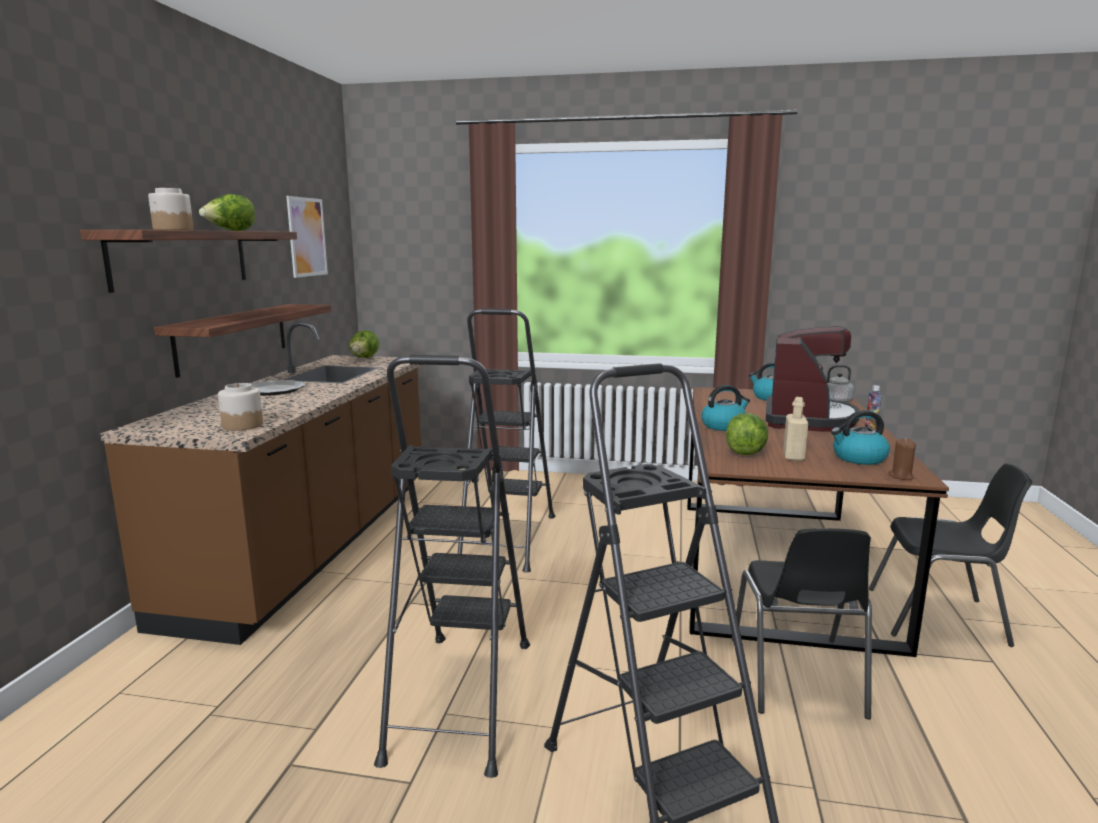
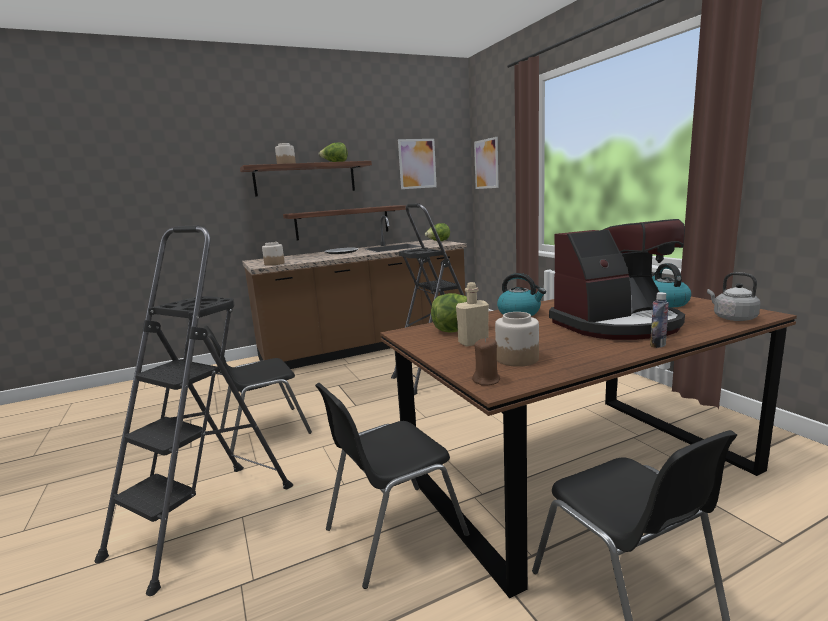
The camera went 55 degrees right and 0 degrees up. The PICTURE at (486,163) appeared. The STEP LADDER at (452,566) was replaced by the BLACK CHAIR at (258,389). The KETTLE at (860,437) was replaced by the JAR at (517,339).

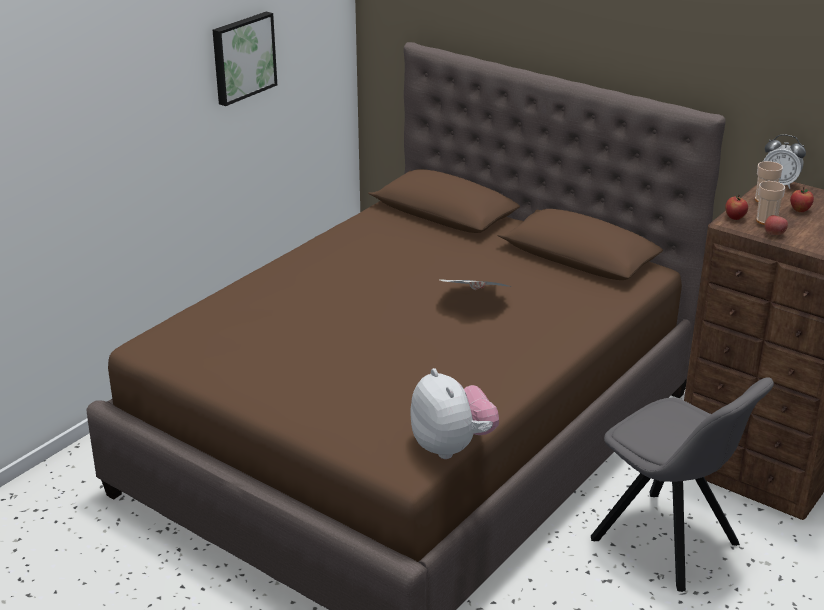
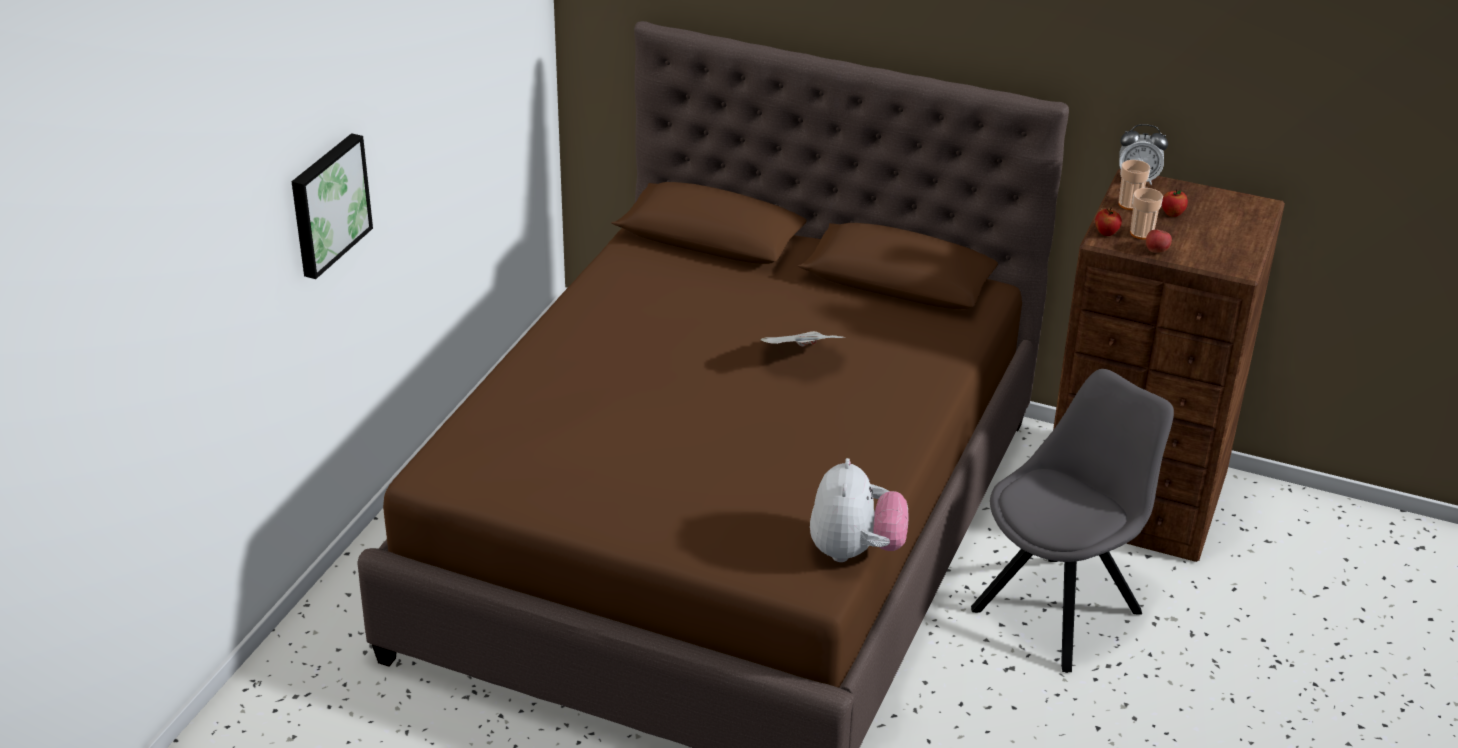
The camera went 15 degrees left and 5 degrees up. The PICTURE moved from (245,59) to (332,206). The PLUSH TOY at (454,413) turned 45 degrees clockwise. The GREY CHAIR at (682,484) turned 75 degrees counterclockwise.

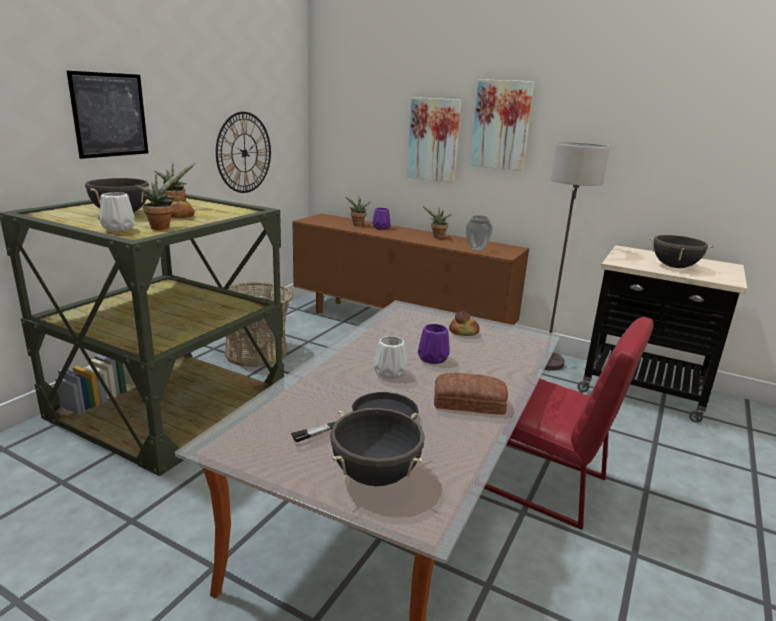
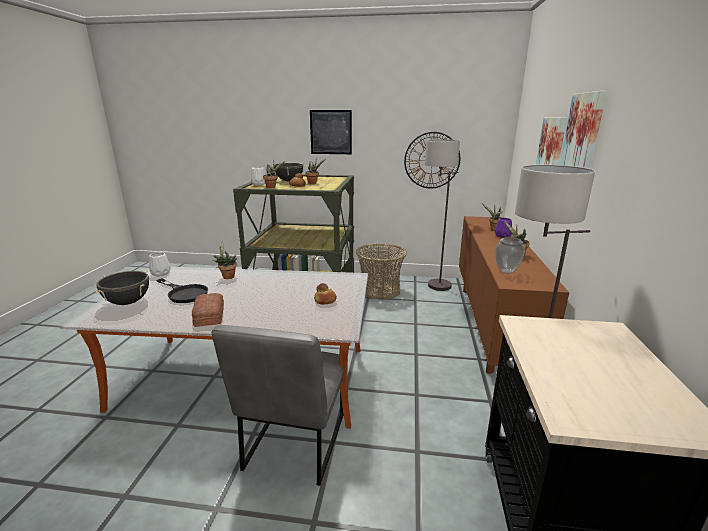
The camera went 70 degrees right and 0 degrees up. The PURPLE VASE at (434,344) disappeared. The BLACK COOKING POT at (681,251) disappeared. The POTTED PLANT at (225,260) appeared. The GREY FLOOR LAMP at (442,215) appeared. The WHITE VASE moved from (390,357) to (160,264). The RED CHAIR at (568,423) became the GREY CHAIR at (277,405).

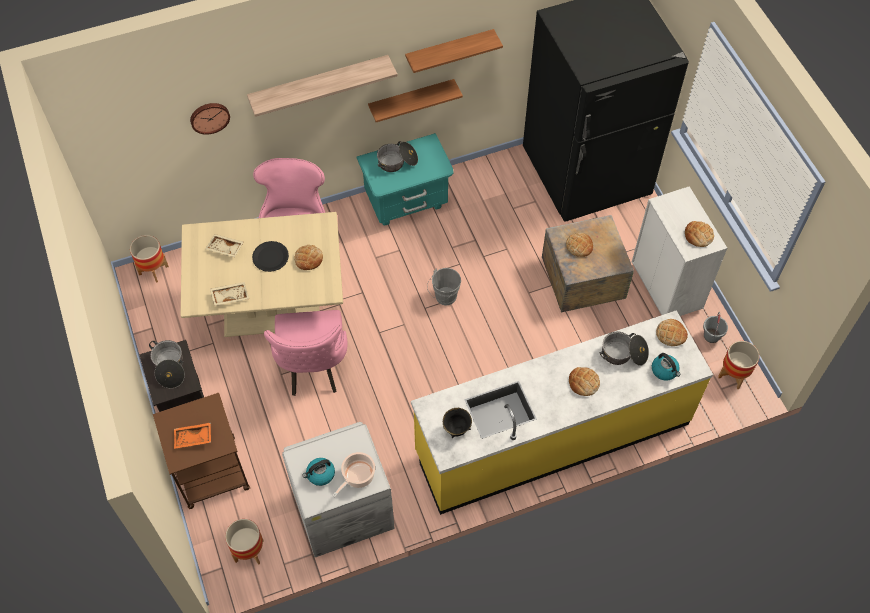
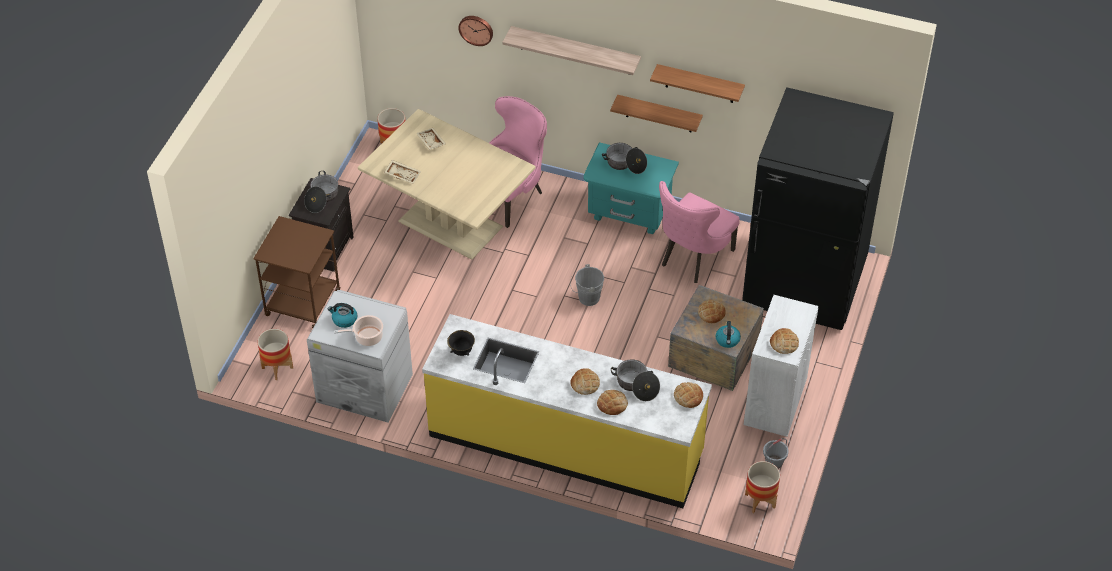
The camera went 40 degrees right and 10 degrees down. The ORANGE TRAY at (192,436) disappeared. The BLACK PLATE at (270,256) disappeared. The PINK CHAIR moved from (306,353) to (699,232). The BREAD moved from (308,257) to (612,402). The KETTLE moved from (666,366) to (728,334).

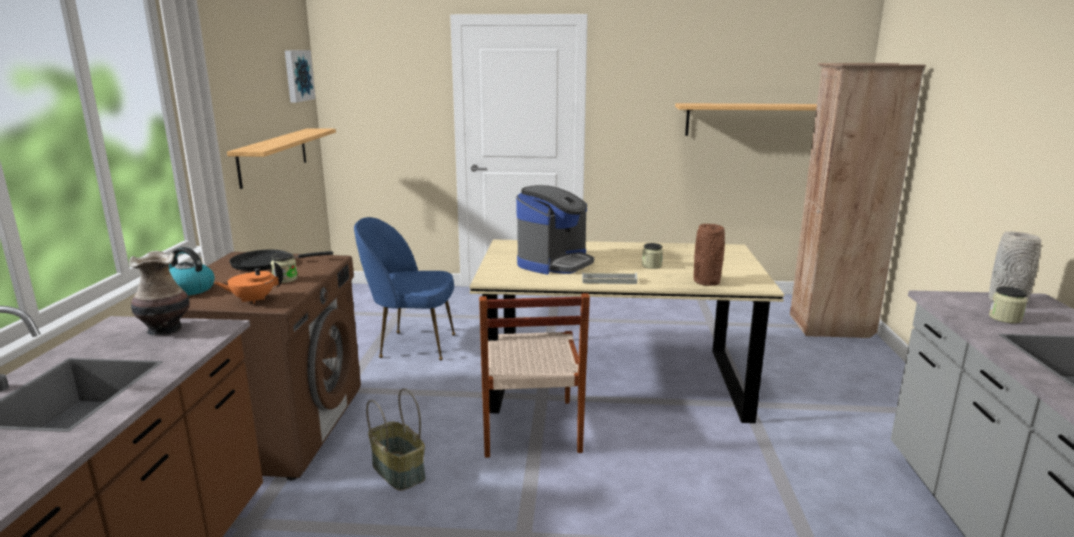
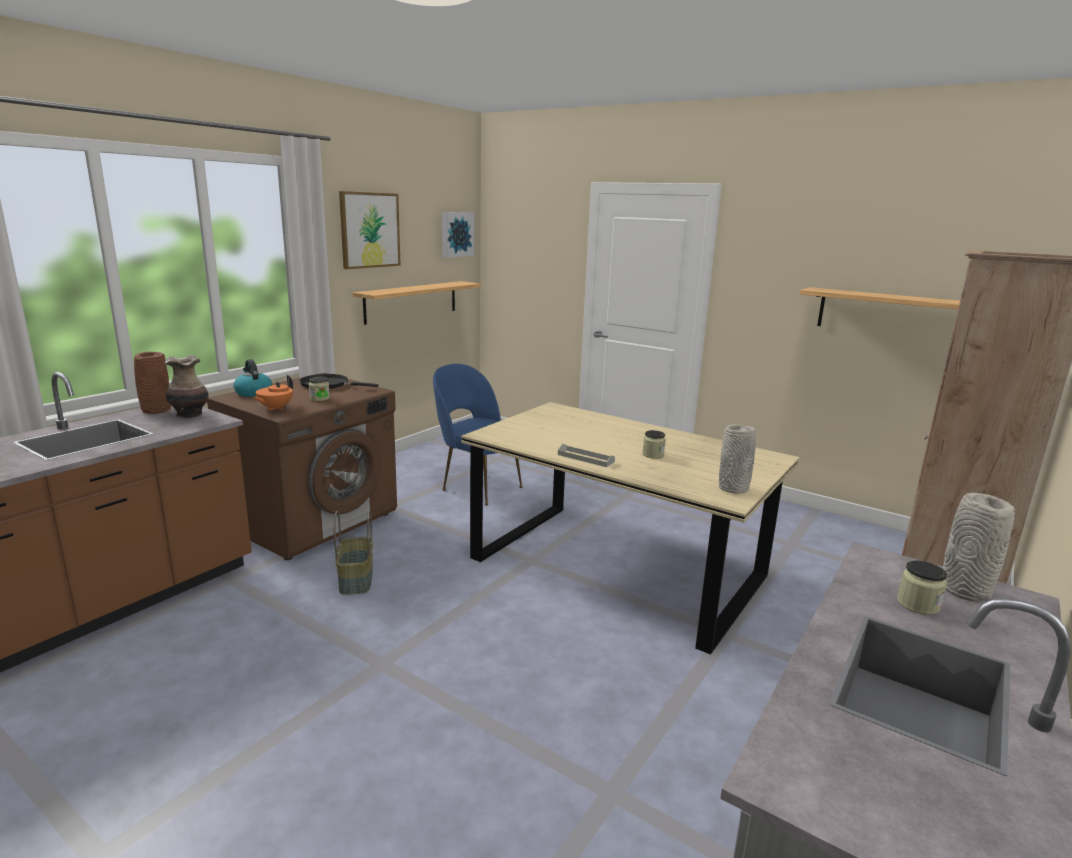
The camera went 30 degrees right and 0 degrees up. The CHAIR at (534,375) disappeared. The COFFEE MACHINE at (555,230) disappeared. The PICTURE at (370,230) appeared. The GREY VASE at (737,459) appeared. The BROWN VASE moved from (709,255) to (152,383). The ORANGE TEAPOT at (248,283) turned 75 degrees counterclockwise.

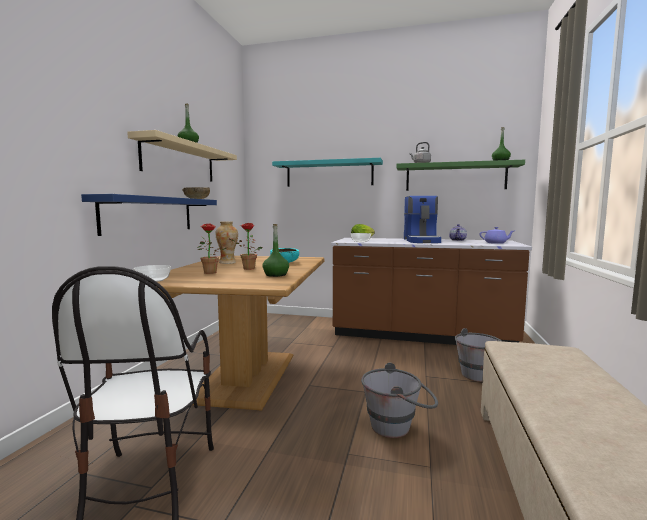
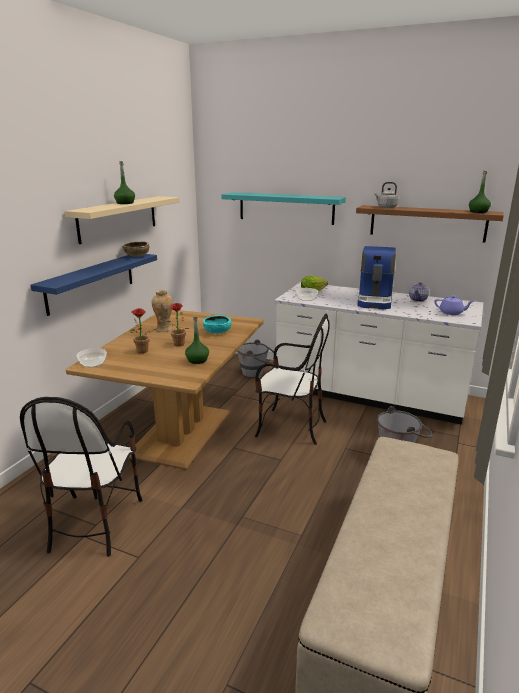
The camera went 10 degrees right and 15 degrees up. The CHAIR at (292,379) appeared. The GREY BUCKET moved from (399,400) to (255,358). The BROWN COUNTER at (431,291) became the WHITE COUNTER at (378,353). The GREEN SHELF at (461,175) became the BROWN SHELF at (430,224).

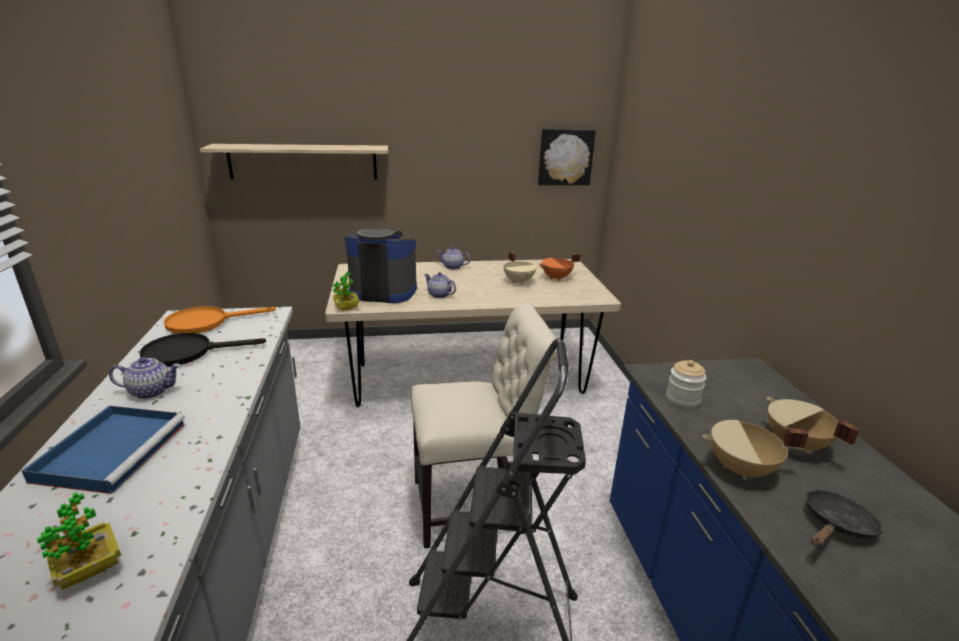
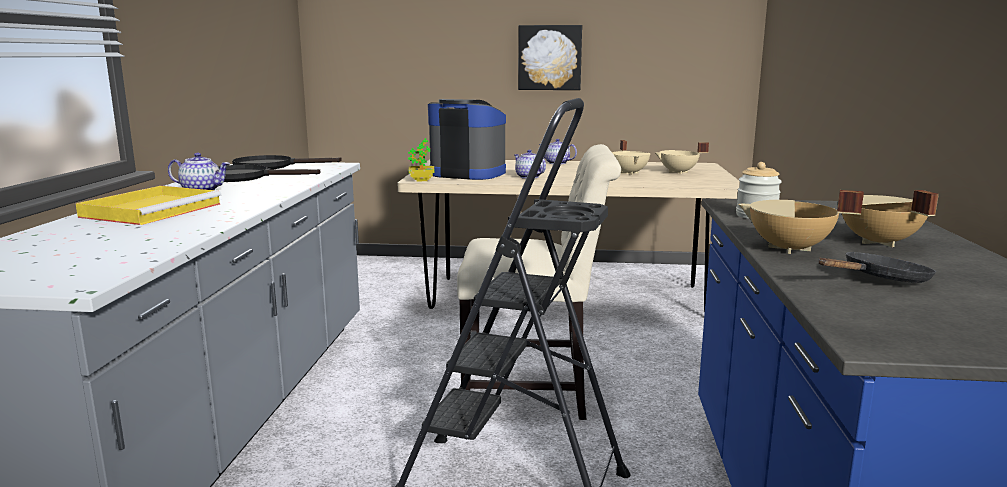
The camera went 15 degrees right and 10 degrees down. The POTTED PLANT at (79,541) disappeared. The SHELF at (294,162) disappeared. The PICTURE moved from (567,157) to (550,57). The BLUE TRAY at (103,450) became the YELLOW TRAY at (149,205). The ORANGE FRYING PAN at (220,320) became the BLACK FRYING PAN at (287,162). The ORANGE COOKING POT at (560,267) became the BEIGE COOKING POT at (682,158).

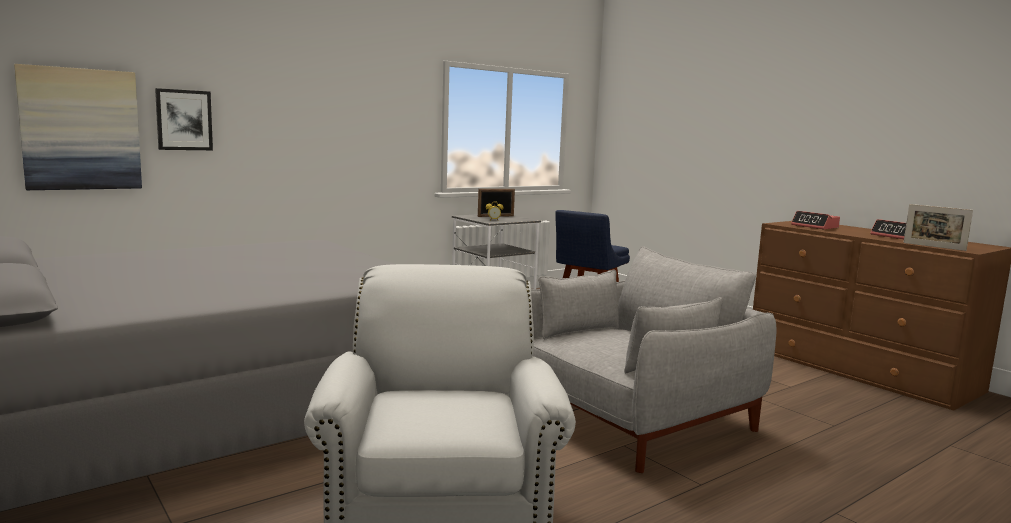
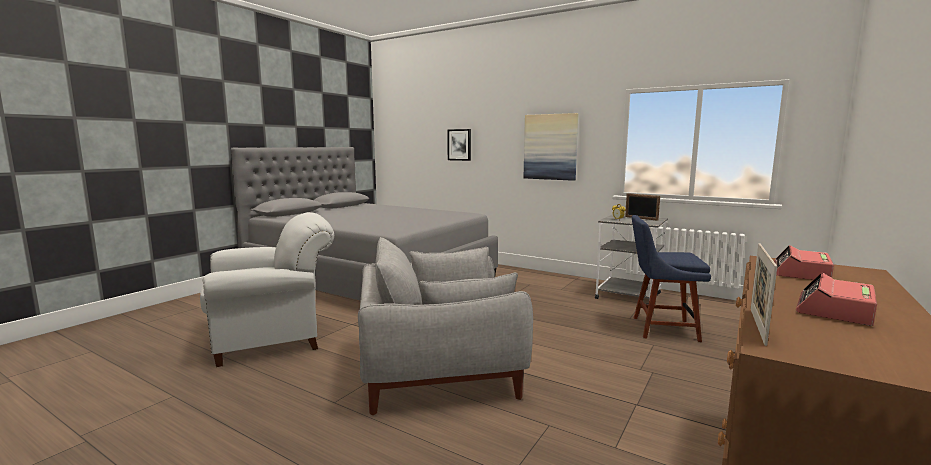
The camera went 70 degrees right and 0 degrees up. The PICTURE moved from (78,127) to (551,147). The GREY ARMCHAIR at (653,359) turned 135 degrees clockwise.

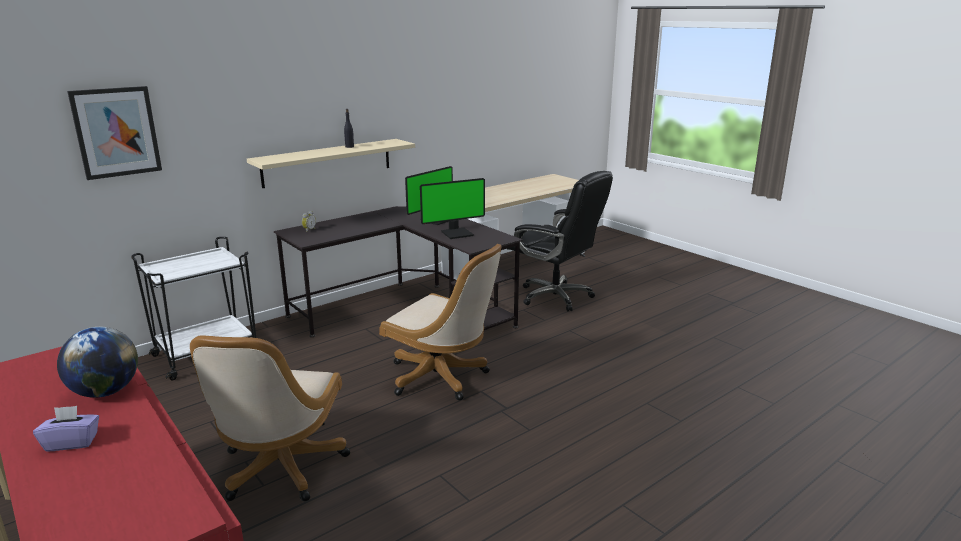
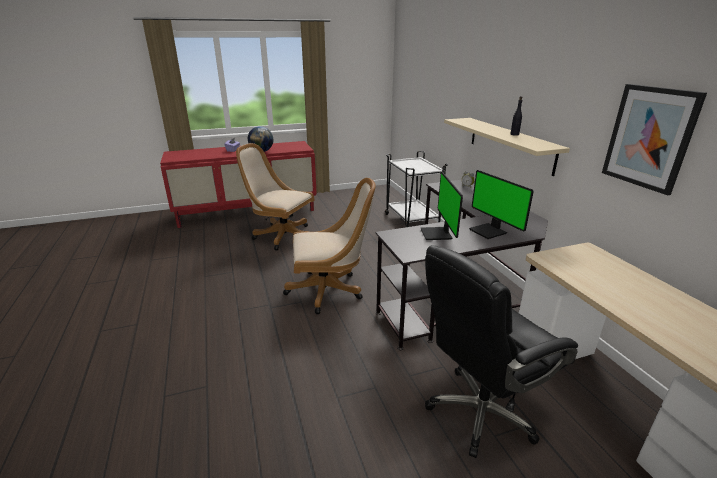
The camera went 110 degrees right and 5 degrees up. The PICTURE moved from (114,133) to (654,139). The OFFICE CHAIR at (440,322) turned 150 degrees counterclockwise.

